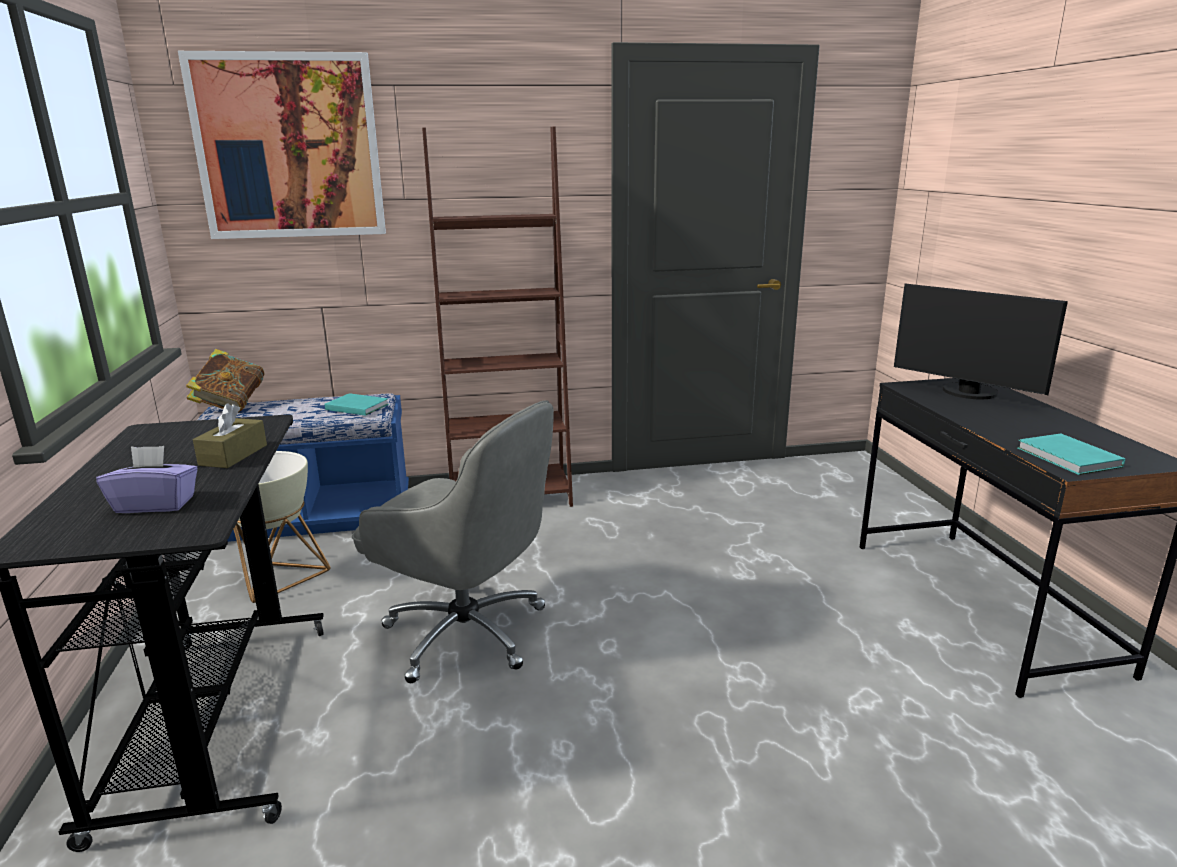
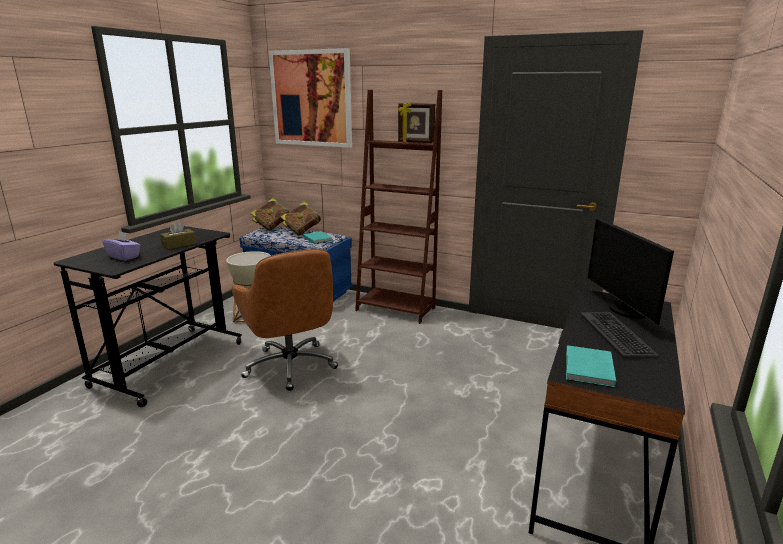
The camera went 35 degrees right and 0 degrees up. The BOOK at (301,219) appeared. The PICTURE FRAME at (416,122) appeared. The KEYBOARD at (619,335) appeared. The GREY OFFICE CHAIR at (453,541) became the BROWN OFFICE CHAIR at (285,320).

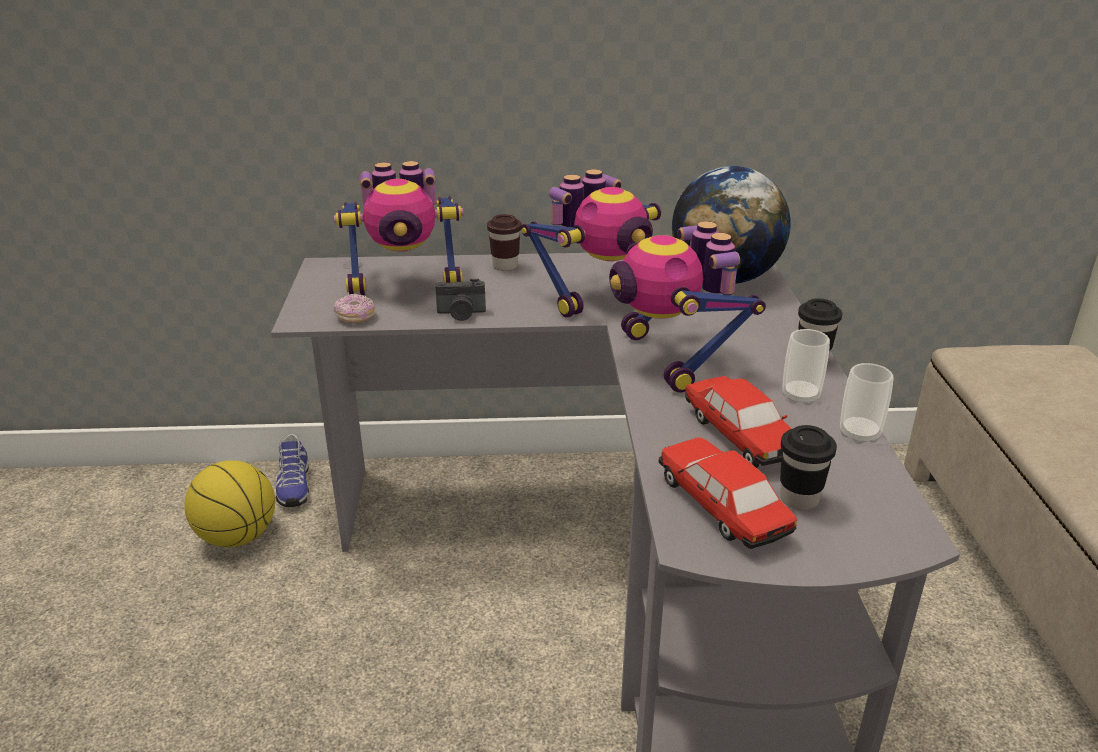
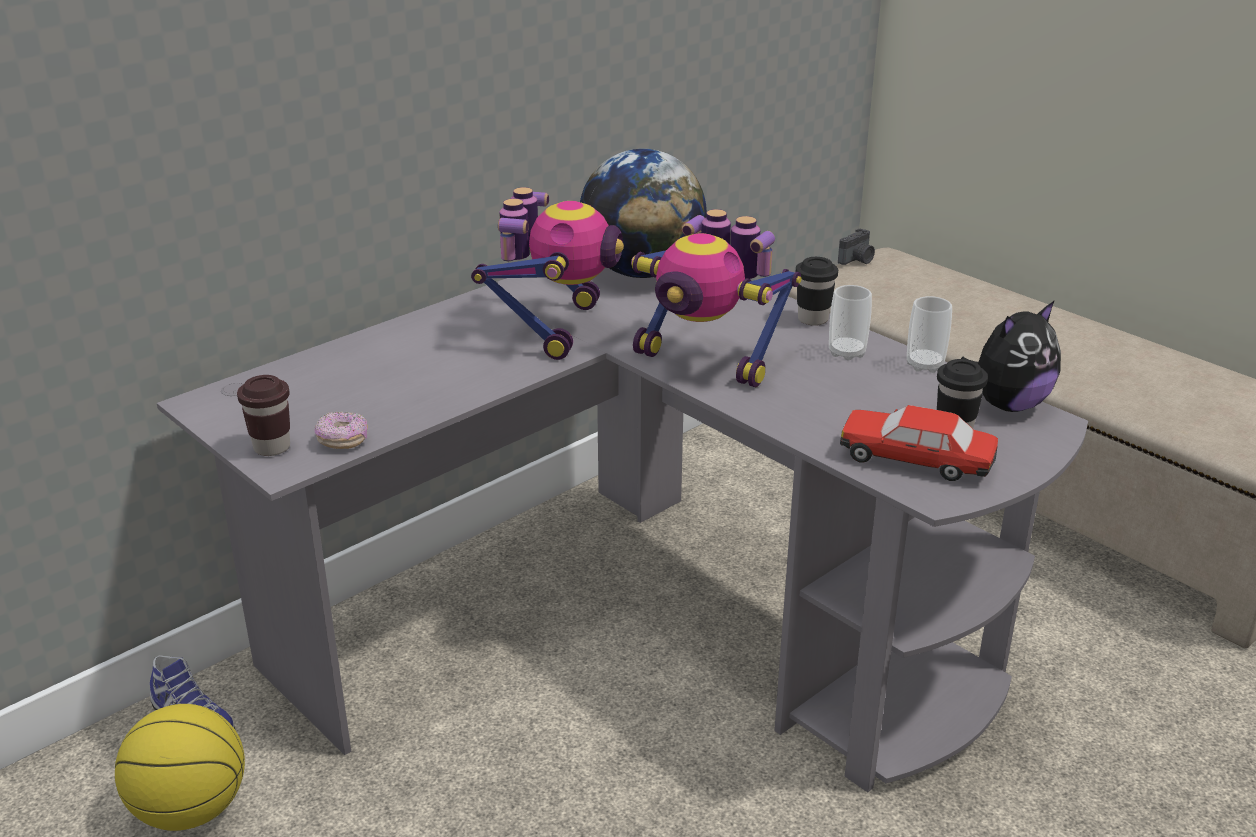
The camera went 40 degrees left and 0 degrees up. The TOY ROBOT at (398,228) disappeared. The TOY CAR at (738,422) disappeared. The PLUSH TOY at (1011,356) appeared. The PHOTO CAMERA moved from (460,300) to (856,246). The BROWN CUP moved from (504,242) to (263,415).

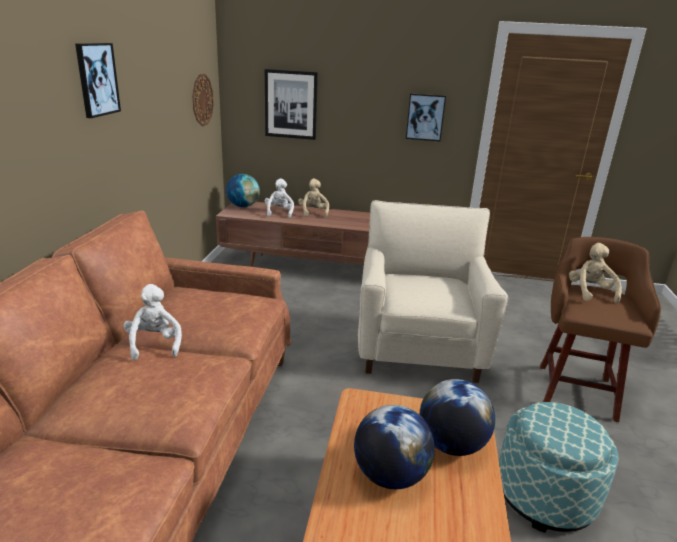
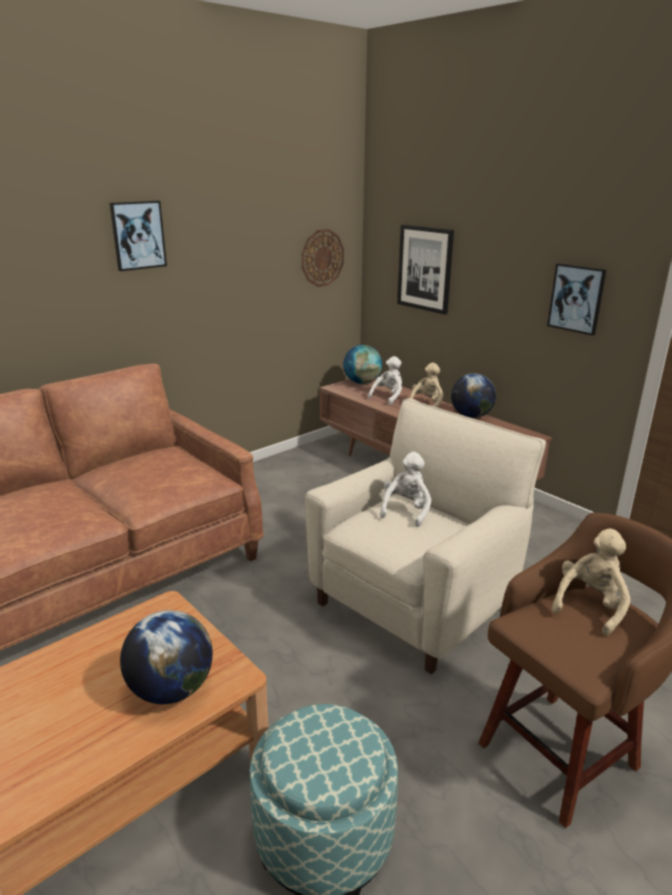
The camera went 40 degrees right and 0 degrees up. The WHITE PLUSH TOY moved from (152,322) to (405,489). The GLOBE moved from (394,447) to (473,395).

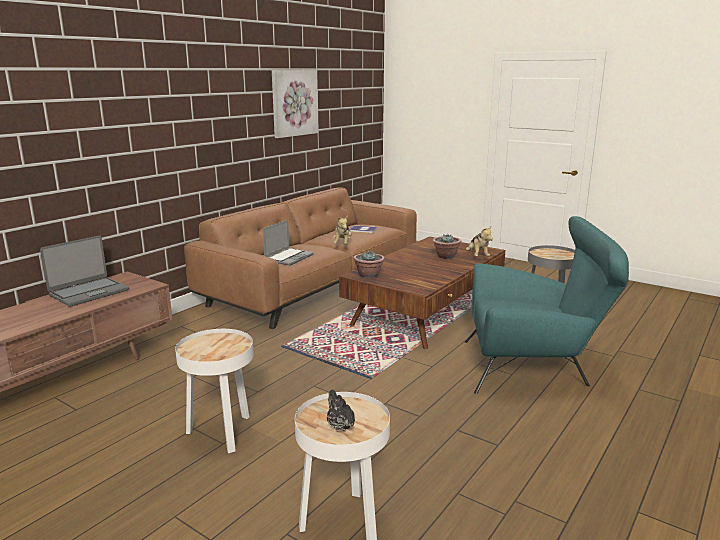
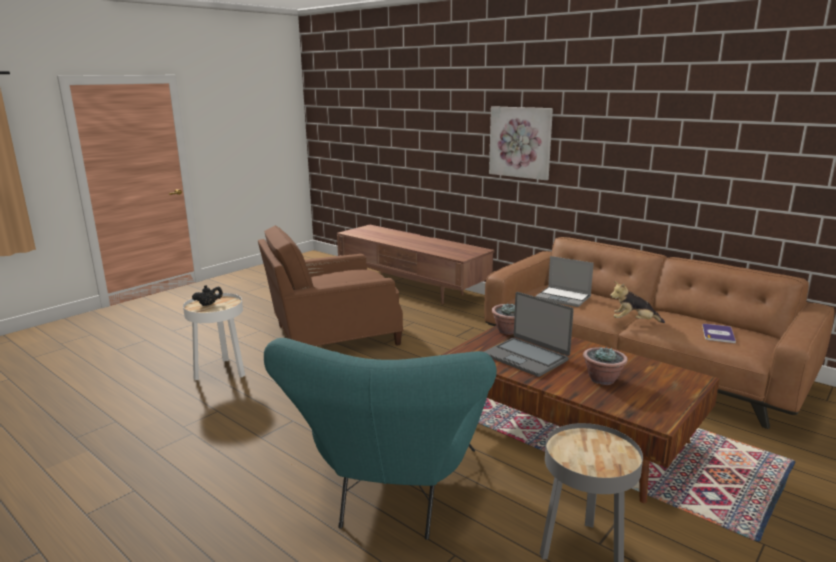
The camera went 95 degrees right and 0 degrees up. The PLUSH TOY at (479,241) disappeared. The LAPTOP moved from (84,271) to (529,334). The PICTURE moved from (295,104) to (521,143). The WHITE SIDE TABLE at (214,391) was replaced by the BROWN ARMCHAIR at (330,285).

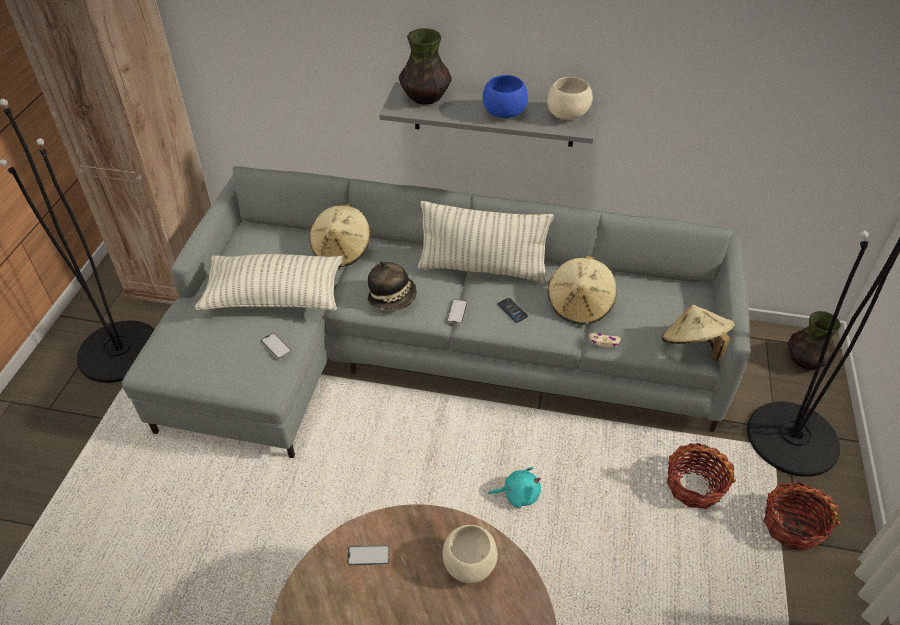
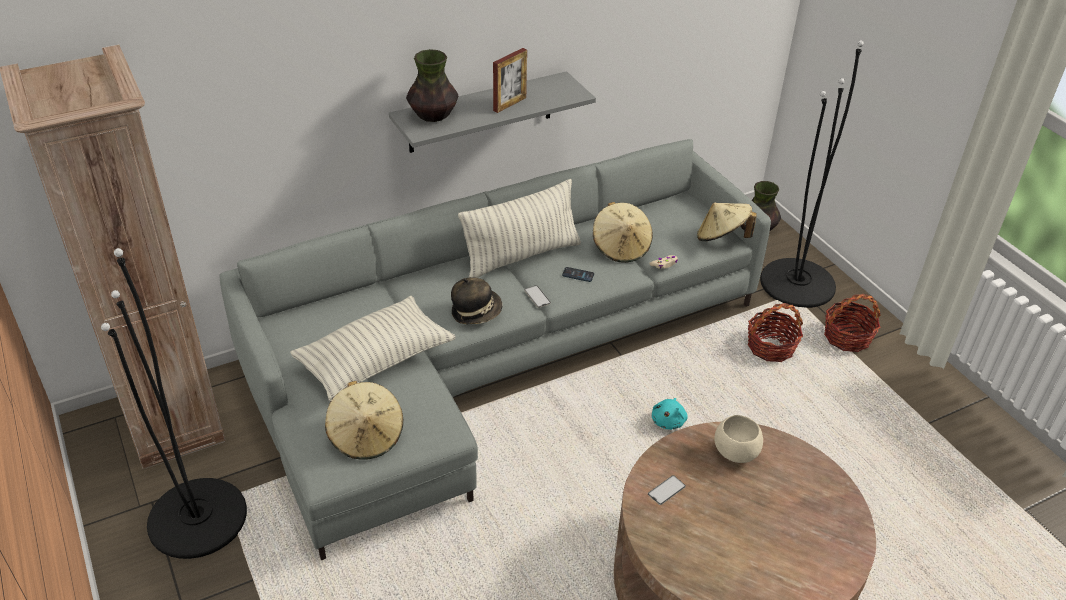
The camera went 40 degrees left and 5 degrees down. The PHONE at (276,346) disappeared. The BEIGE BOWL at (570,98) disappeared. The BEIGE HAT moved from (340,235) to (364,420). The BLUE BOWL at (505,96) was replaced by the PICTURE FRAME at (510,80). The TURQUOISE PLUSH TOY at (514,487) turned 150 degrees clockwise.

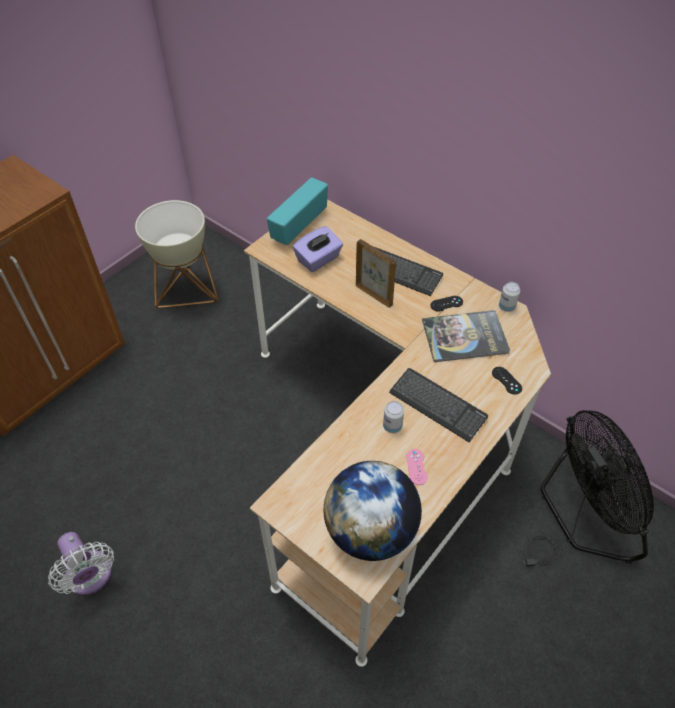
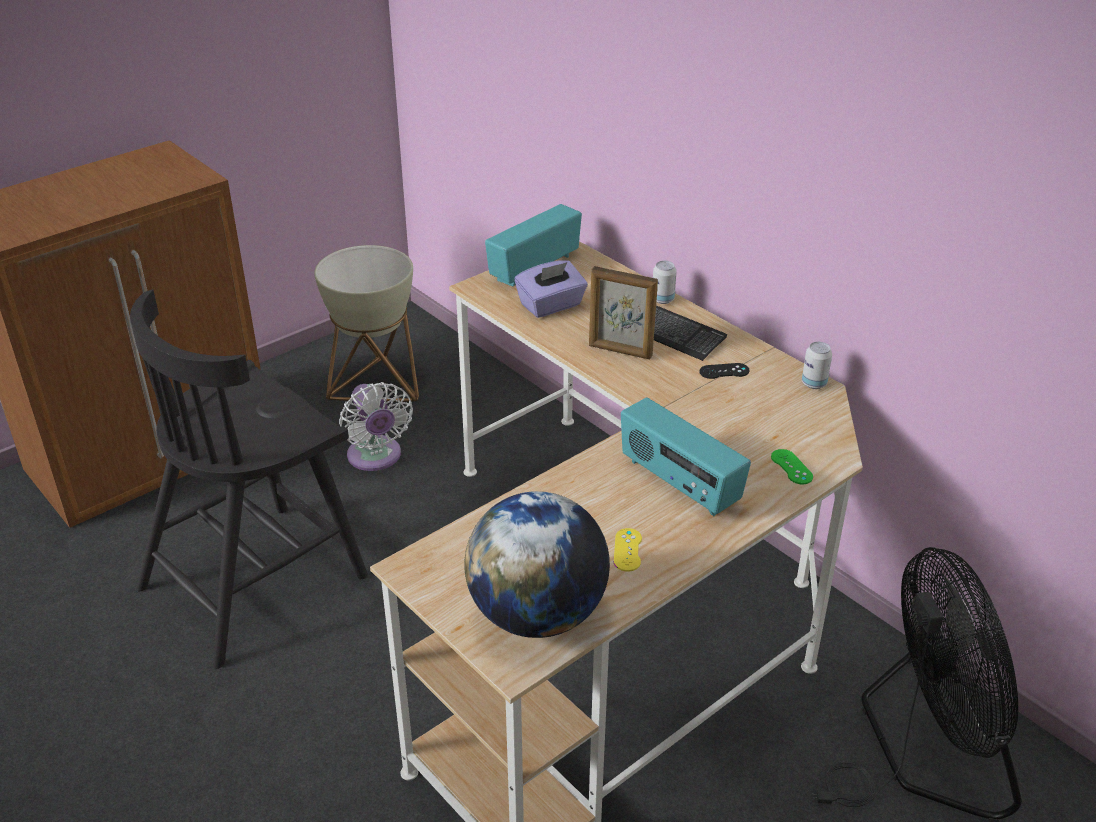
The camera went 10 degrees right and 15 degrees down. The BOOK at (466,336) disappeared. The BLACK CHAIR at (249,479) appeared. The WHITE FAN moved from (81,563) to (376,426). The CAN moved from (393,417) to (665,282). The KEYBOARD at (438,405) was replaced by the RADIO at (686,457). The PINK GAME CONTROLLER at (417,467) became the YELLOW GAME CONTROLLER at (628,550). The BLACK GAME CONTROLLER at (507,381) became the GREEN GAME CONTROLLER at (792,466). The PICTURE FRAME at (376,273) turned 150 degrees clockwise.

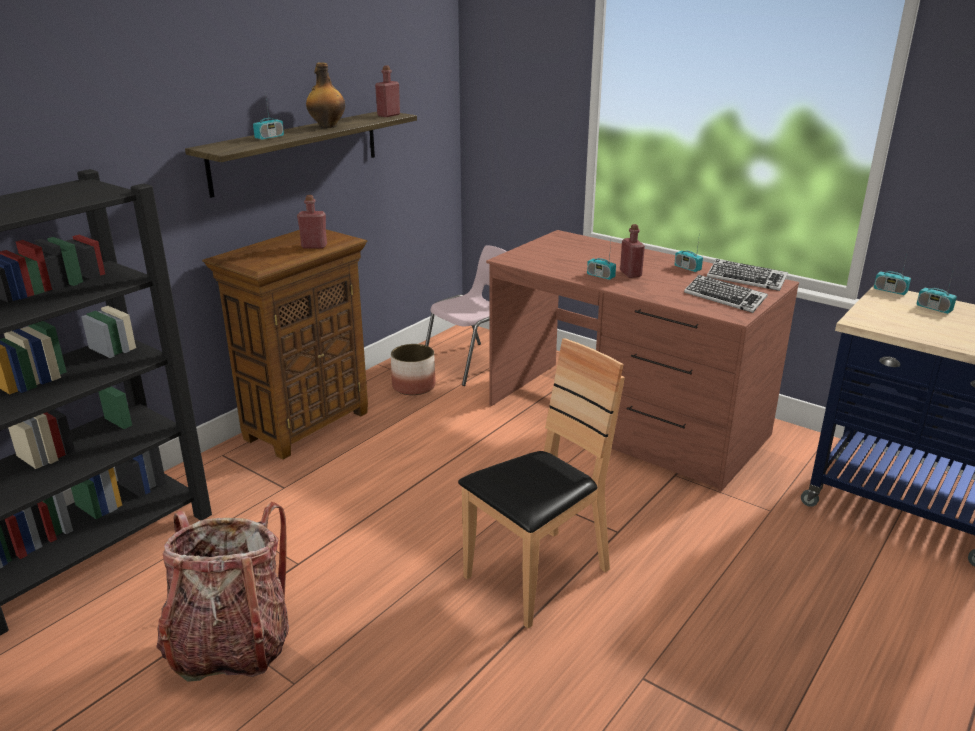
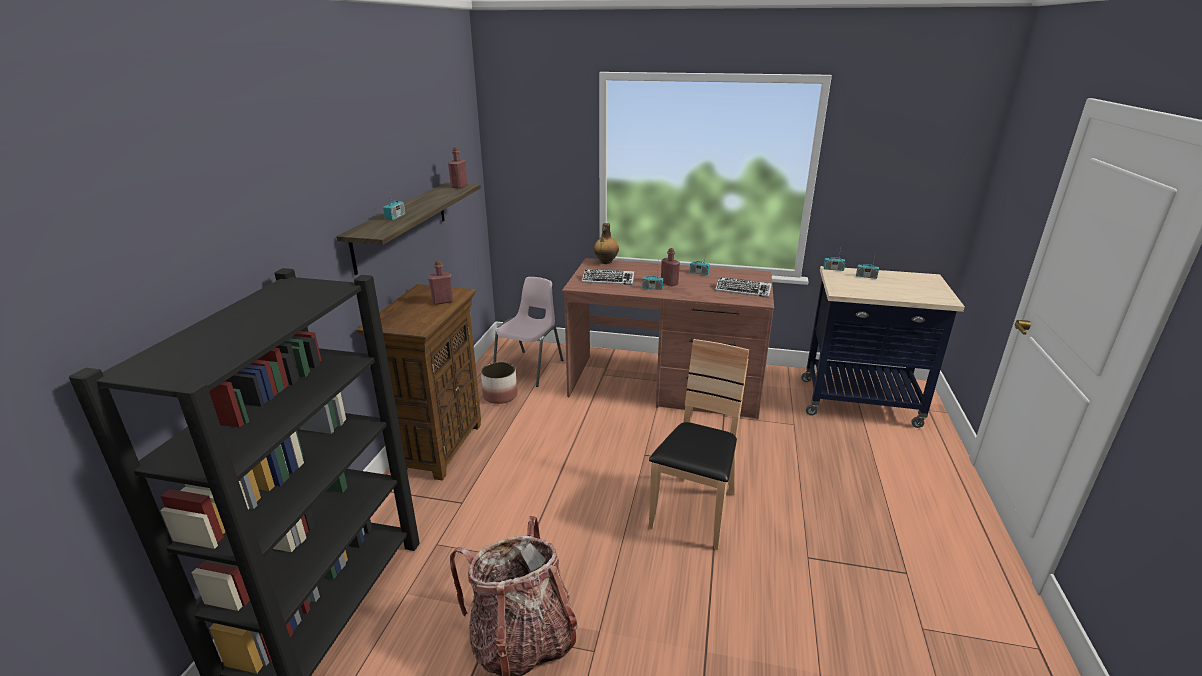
The camera went 25 degrees left and 0 degrees up. The BOTTLE moved from (325,95) to (606,243). The KEYBOARD moved from (747,275) to (608,277).

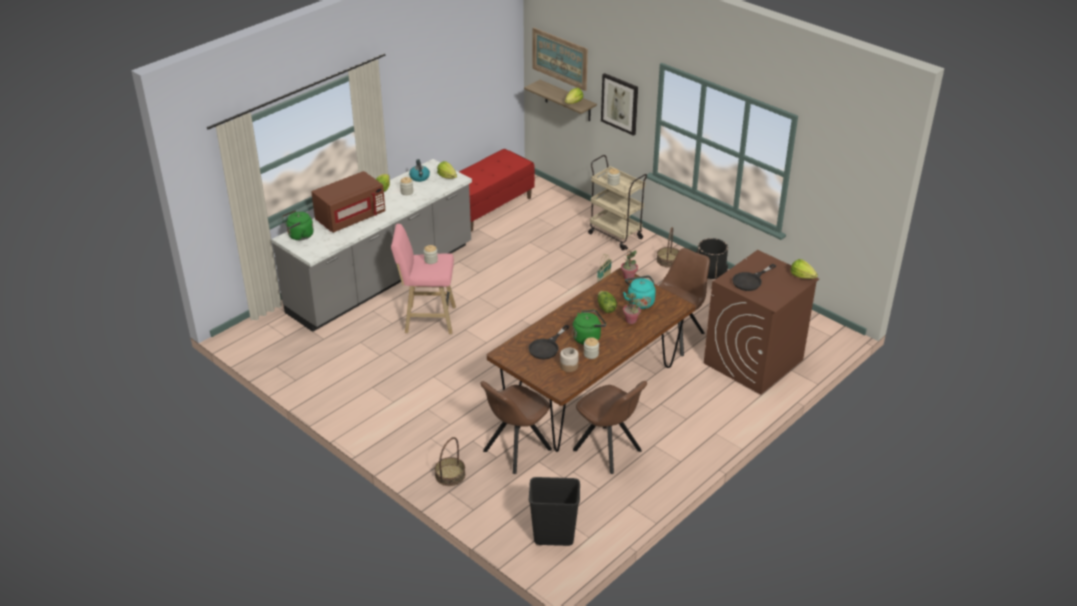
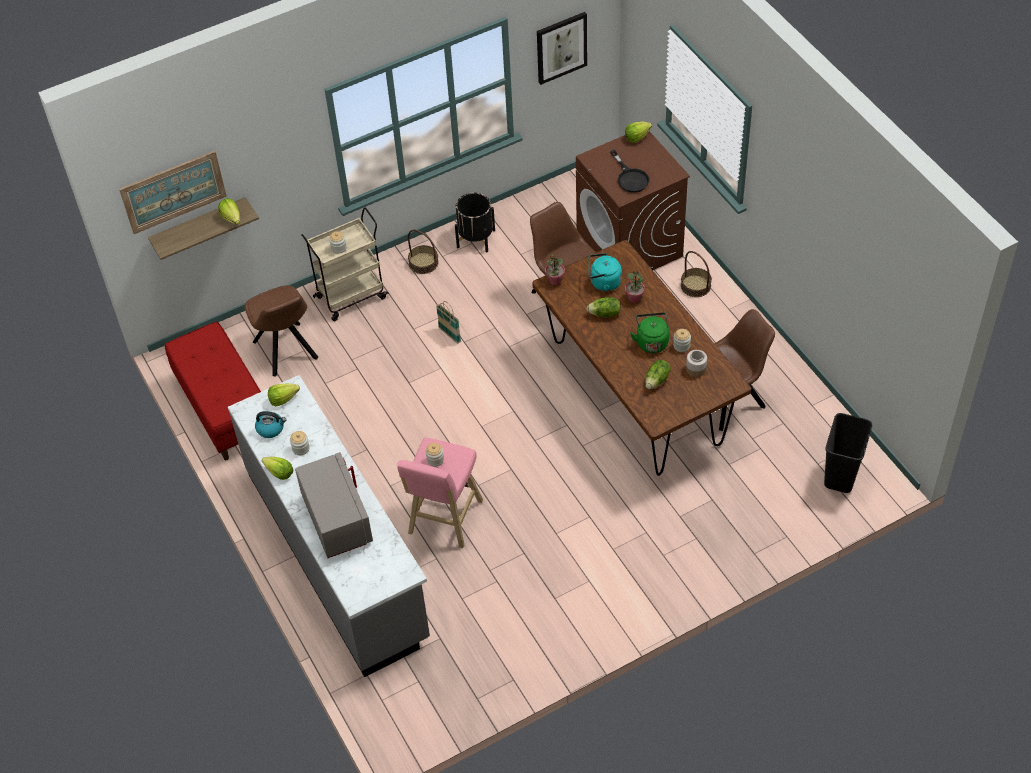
The camera went 70 degrees left and 15 degrees up. The GREEN KETTLE at (298,225) disappeared. The BASKET moved from (450,461) to (696,274). The BROWN CHAIR moved from (516,427) to (281,331). The PICTURE moved from (619,104) to (562,48). The BLACK FRYING PAN at (548,342) was replaced by the LETTUCE at (658,374). The BROWN MICROWAVE at (348,202) became the GREY MICROWAVE at (334,505).

